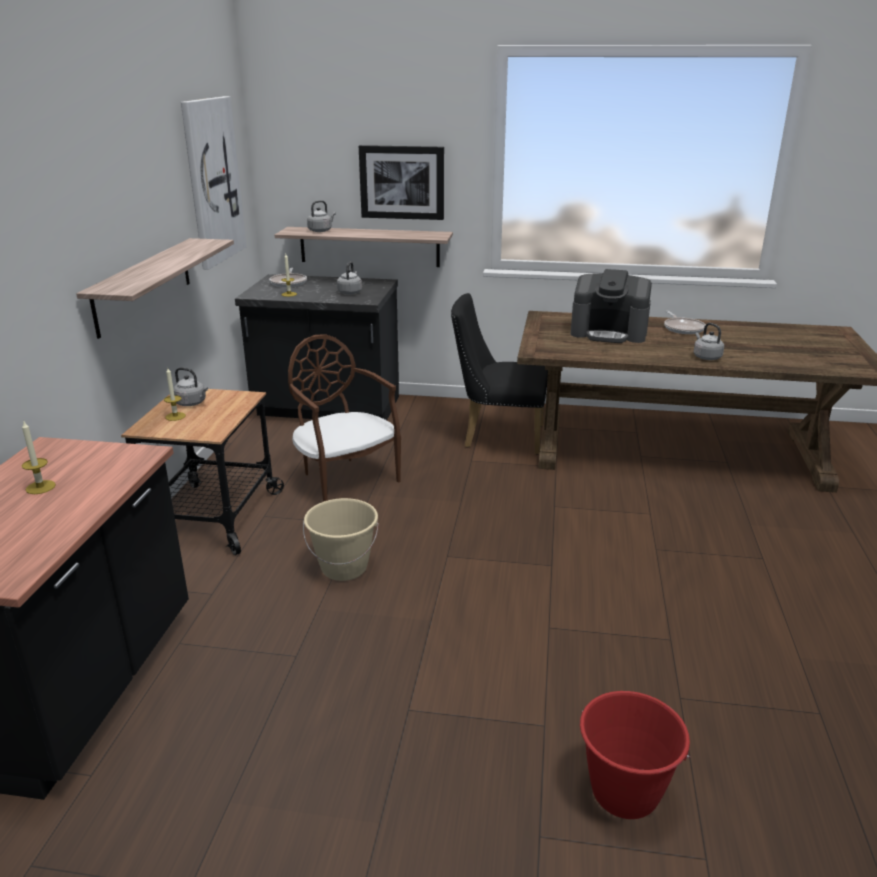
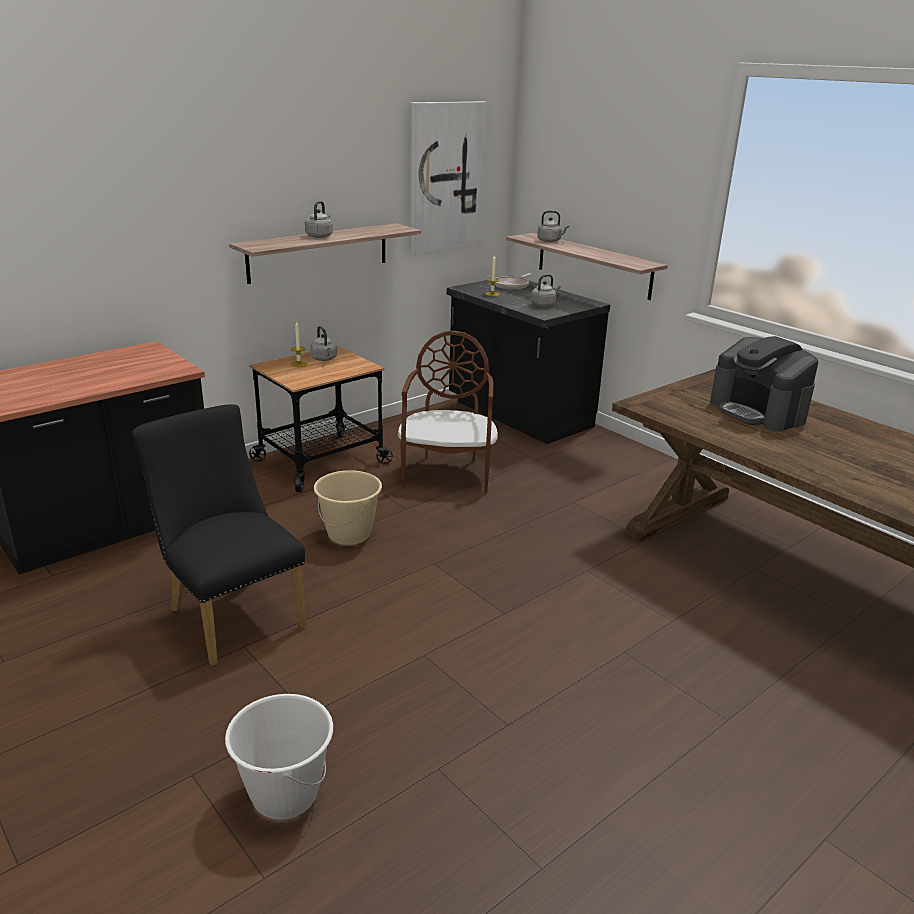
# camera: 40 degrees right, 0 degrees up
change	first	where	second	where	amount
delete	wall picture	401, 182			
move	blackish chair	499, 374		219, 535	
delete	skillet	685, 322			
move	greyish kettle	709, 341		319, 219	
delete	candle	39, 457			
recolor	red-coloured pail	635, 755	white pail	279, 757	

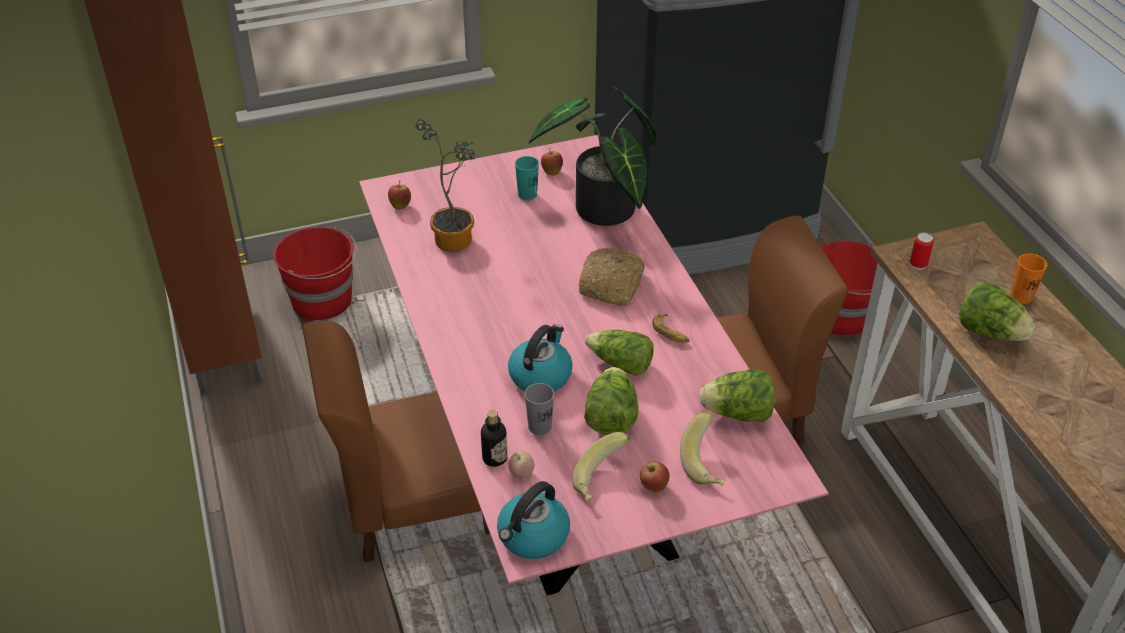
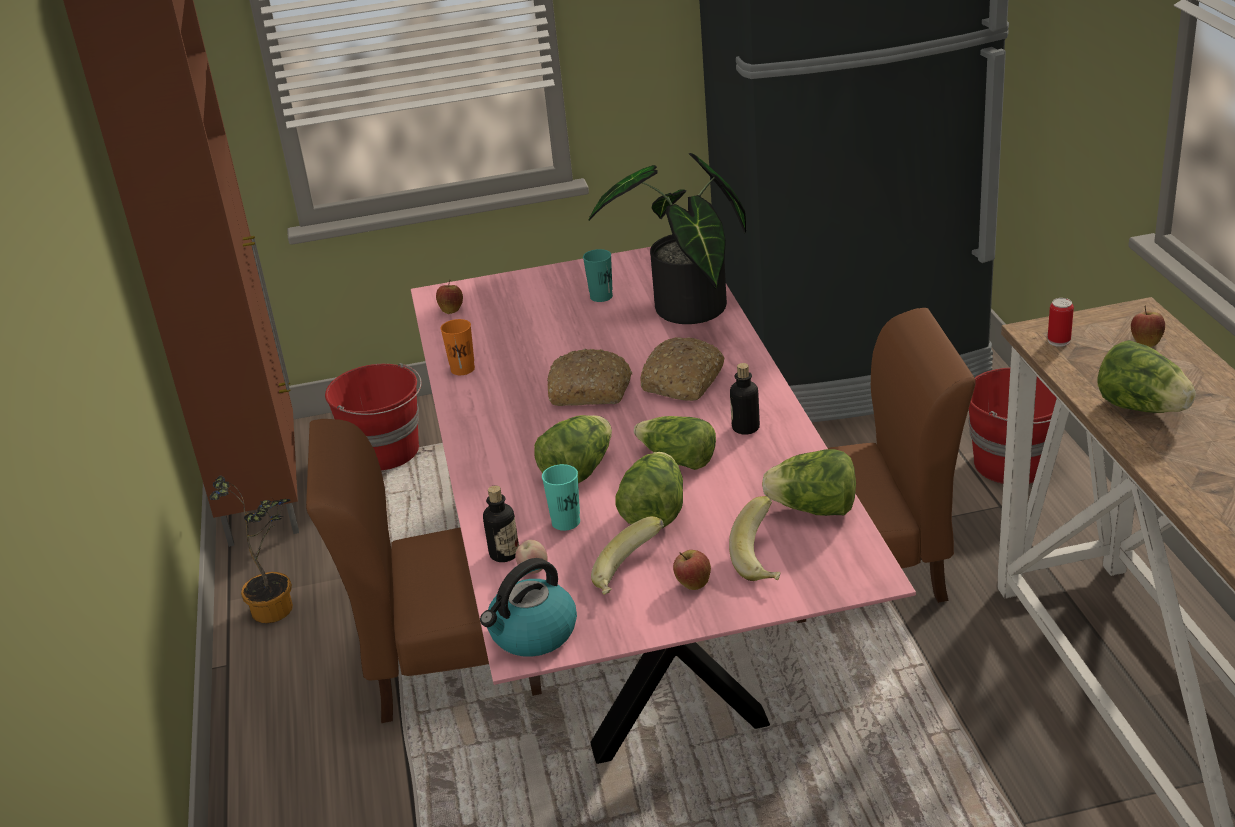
# camera: 10 degrees right, 10 degrees down
change	first	where	second	where	amount
move	plant in a pot	445, 185		251, 549	
move	whole apple	552, 162		1148, 326	
move	orange-coloured cup	1028, 278		457, 347	
replace	banana fruit	670, 328	beverage bottle	745, 399	
replace	kettle	540, 358	head of lettuce	573, 449	
recolor	greyish cup	539, 409	blue-green cup	561, 497	
insert			baked bread	589, 377	

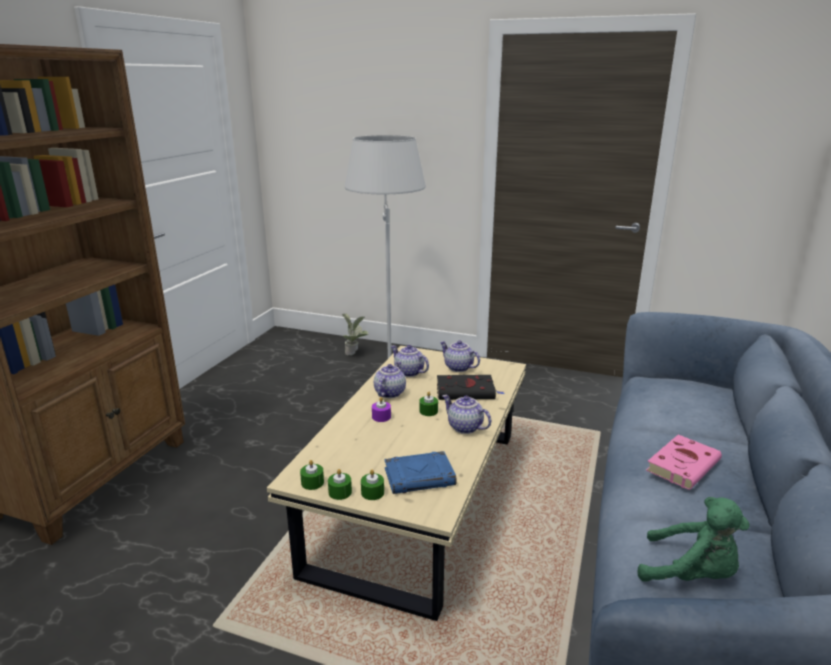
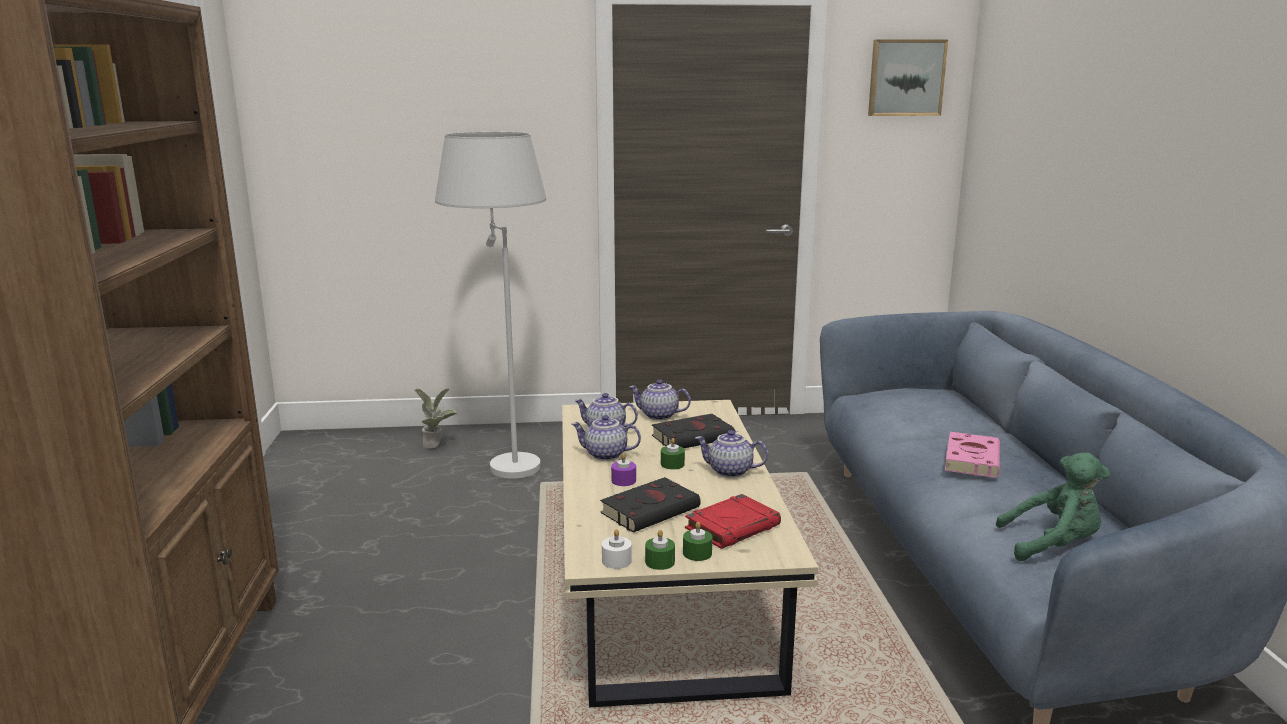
# camera: 25 degrees left, 5 degrees down
change	first	where	second	where	amount
rotate	pot for tea	390, 379		606, 438	75 degrees counterclockwise
recolor	blue-coloured volume	420, 472	red-coloured volume	733, 521	
recolor	green-coloured candle	312, 475	white candle	617, 549	
insert			wall picture	908, 77	
insert			blackish volume	650, 505	

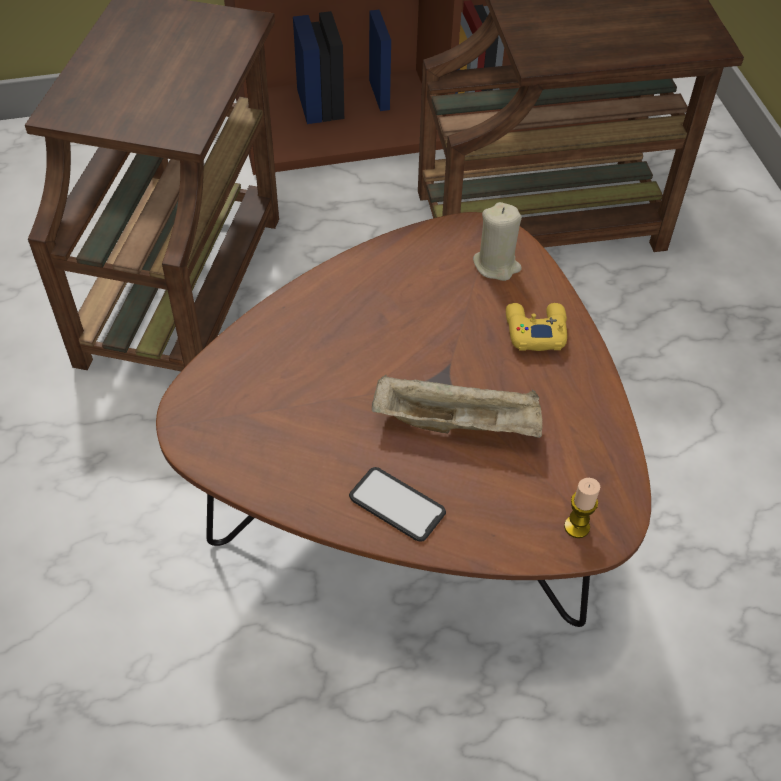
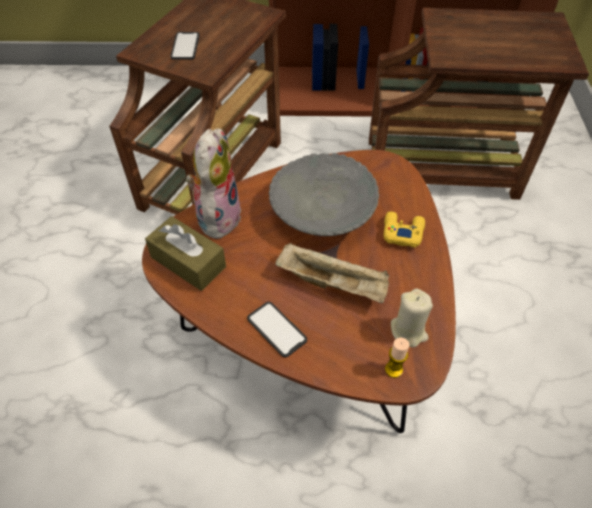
# camera: 15 degrees right, 0 degrees up
change	first	where	second	where	amount
move	beige candle	497, 241		412, 317	
insert			phone	184, 46	
insert			plush toy	213, 185	
insert			greyish deep dish	324, 194	
insert			brownish tissue holder	185, 253	

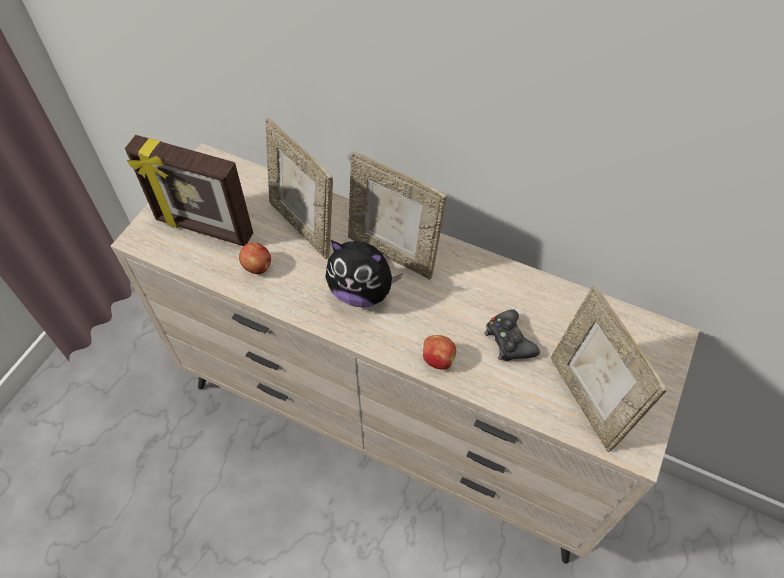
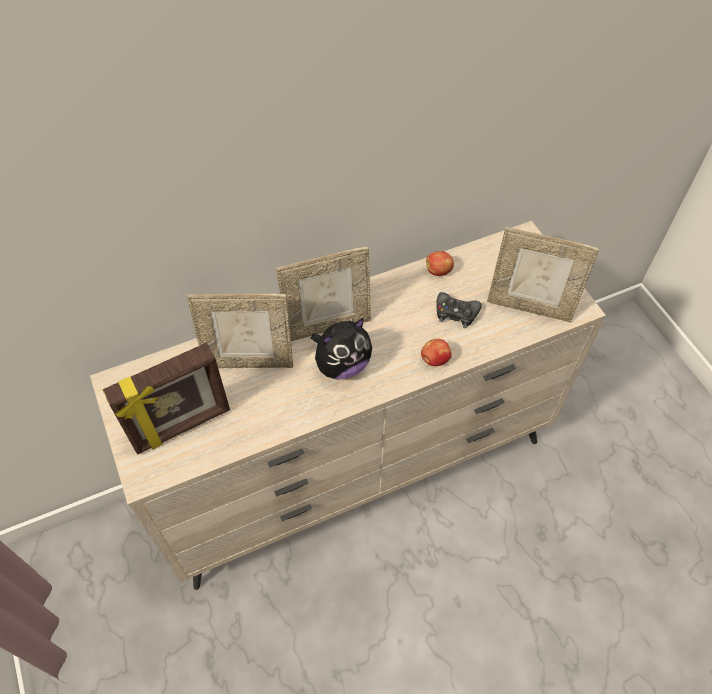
# camera: 50 degrees left, 0 degrees up
change	first	where	second	where	amount
move	whole apple	255, 258		440, 263	

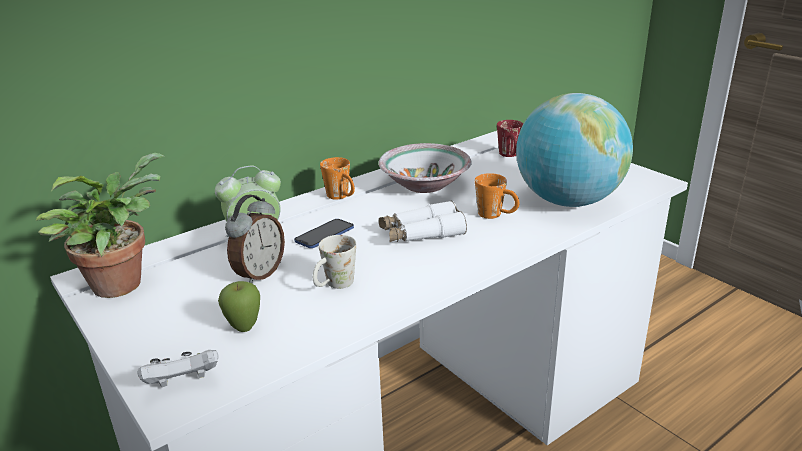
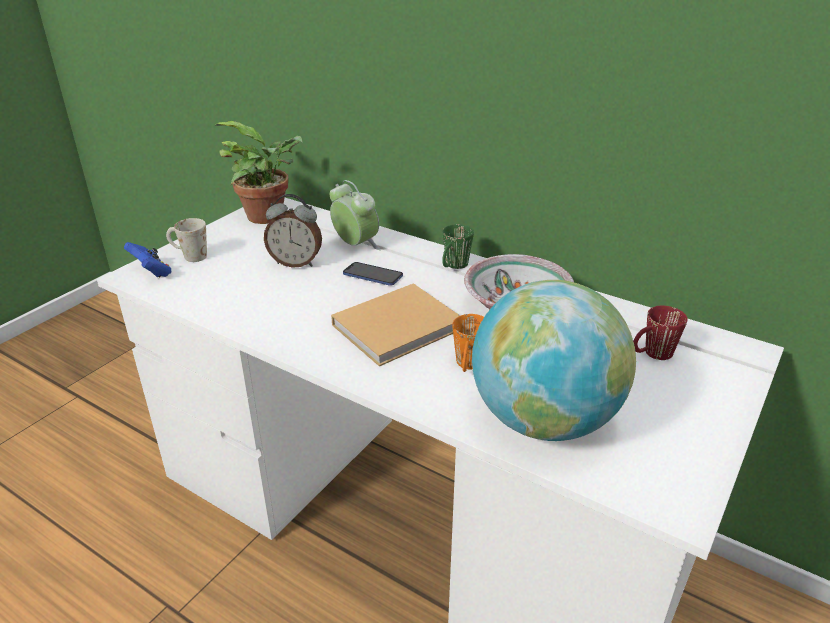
# camera: 70 degrees right, 5 degrees up
change	first	where	second	where	amount
recolor	orange-coloured tea mug	337, 178	green-coloured tea mug	458, 246	
replace	white pair of binoculars	423, 221	beige volume	395, 324	
move	white tea mug	334, 262		186, 240	
delete	whole apple	239, 306			
recolor	white game controller	178, 368	blue-coloured game controller	148, 260	

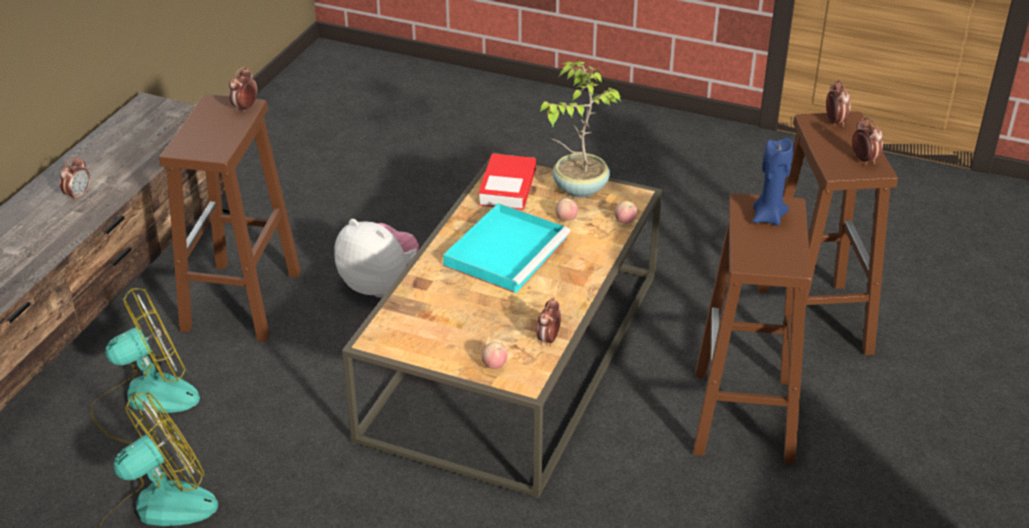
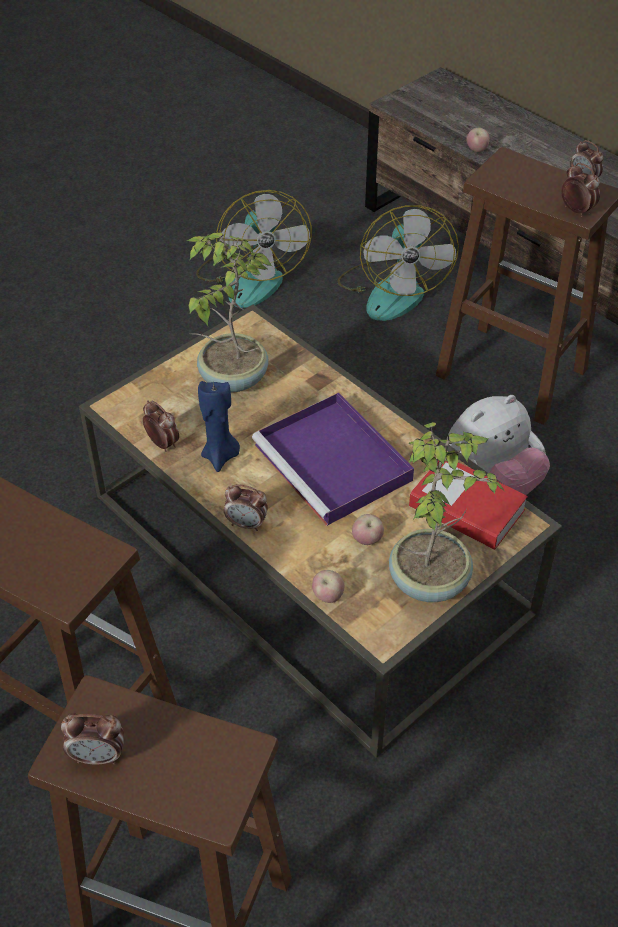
# camera: 115 degrees right, 10 degrees up
change	first	where	second	where	amount
move	alarm clock	838, 103		246, 507	
move	blue-coloured candle	773, 181		219, 426	
recolor	blue-green tray	506, 248	purplish tray	333, 459	
move	whole apple	495, 355		478, 140	
insert			plant in a pot	230, 312	

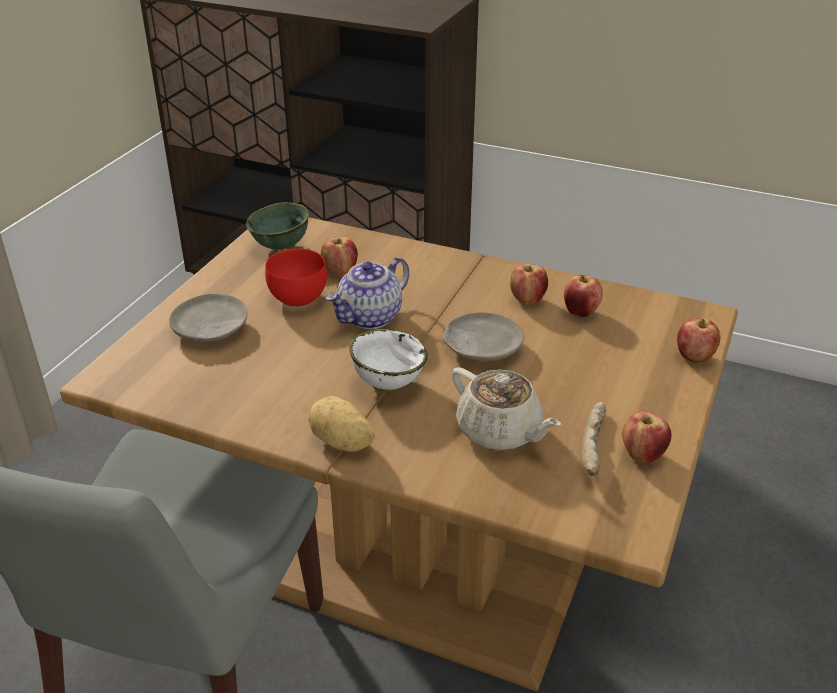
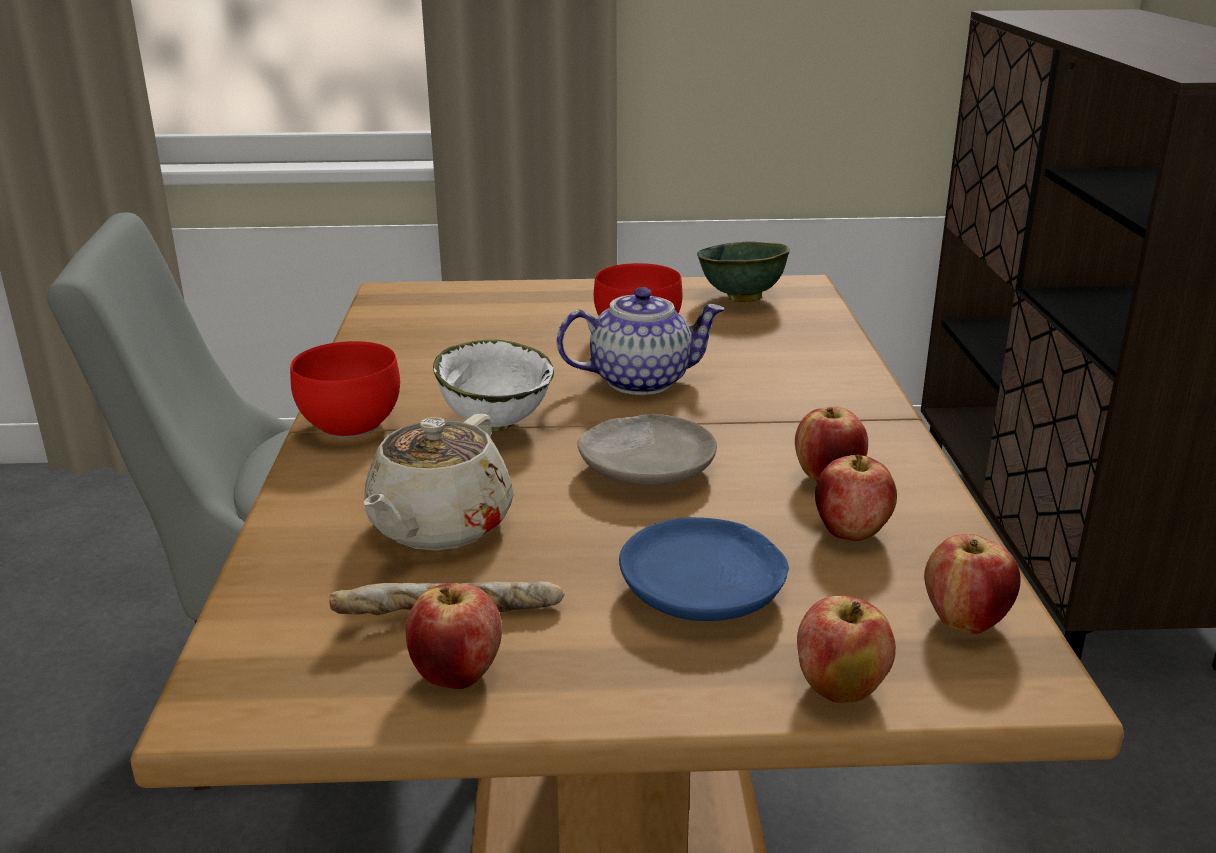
# camera: 65 degrees right, 10 degrees down
change	first	where	second	where	amount
move	whole apple	339, 256		972, 584	
rotate	pot for tea	367, 293		641, 341	150 degrees clockwise
delete	beige plate	208, 318			
replace	spud	342, 424	red-coloured deep dish	345, 389	
insert			blue-coloured plate	704, 569	

